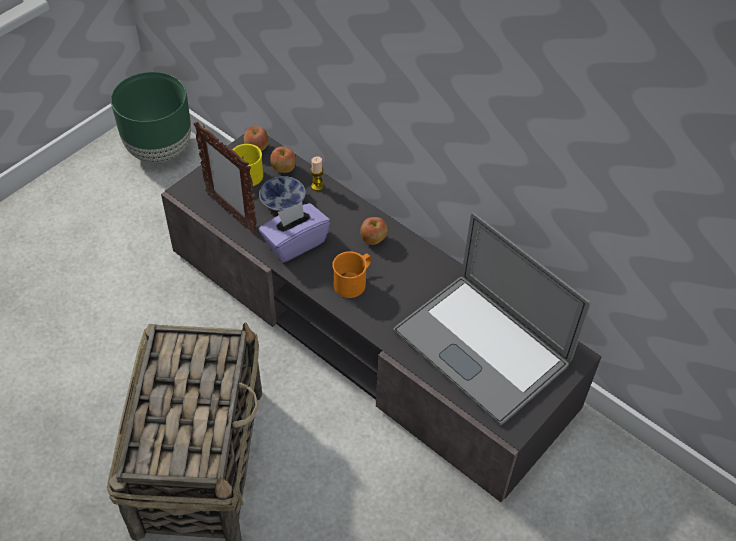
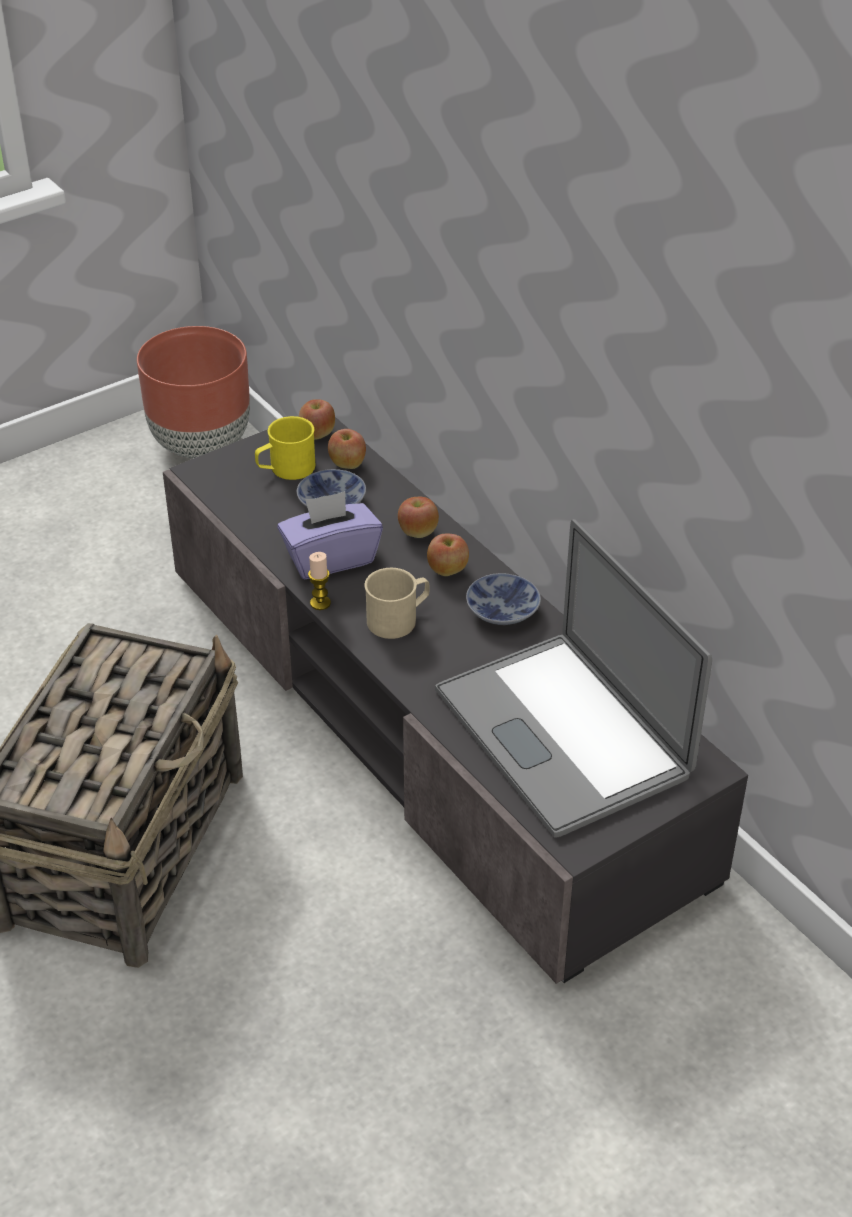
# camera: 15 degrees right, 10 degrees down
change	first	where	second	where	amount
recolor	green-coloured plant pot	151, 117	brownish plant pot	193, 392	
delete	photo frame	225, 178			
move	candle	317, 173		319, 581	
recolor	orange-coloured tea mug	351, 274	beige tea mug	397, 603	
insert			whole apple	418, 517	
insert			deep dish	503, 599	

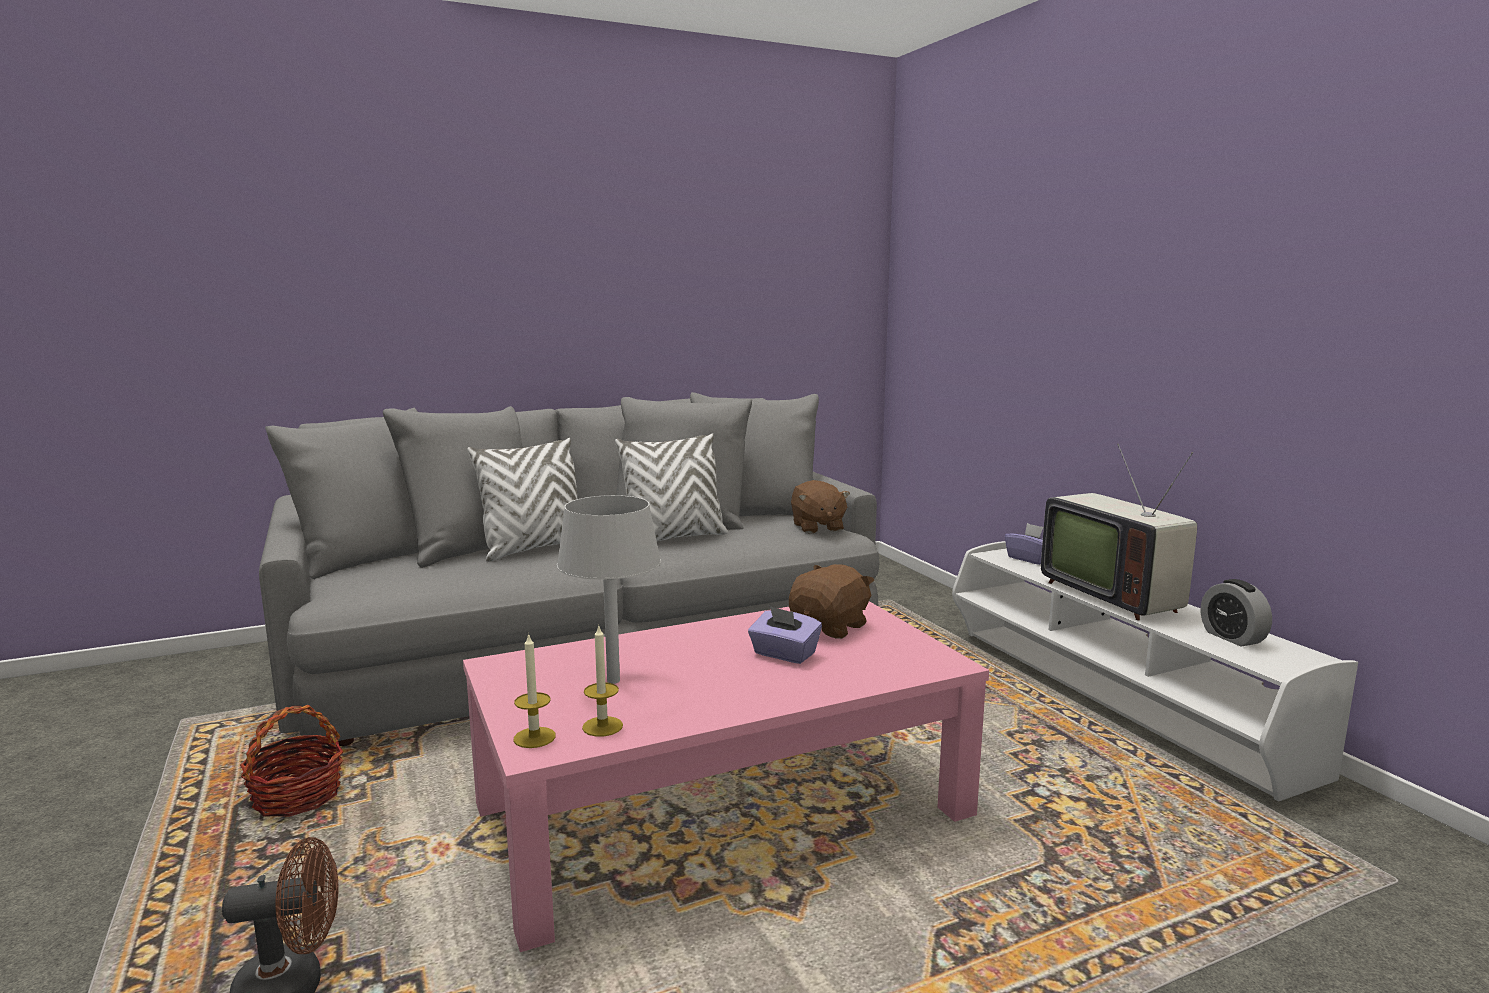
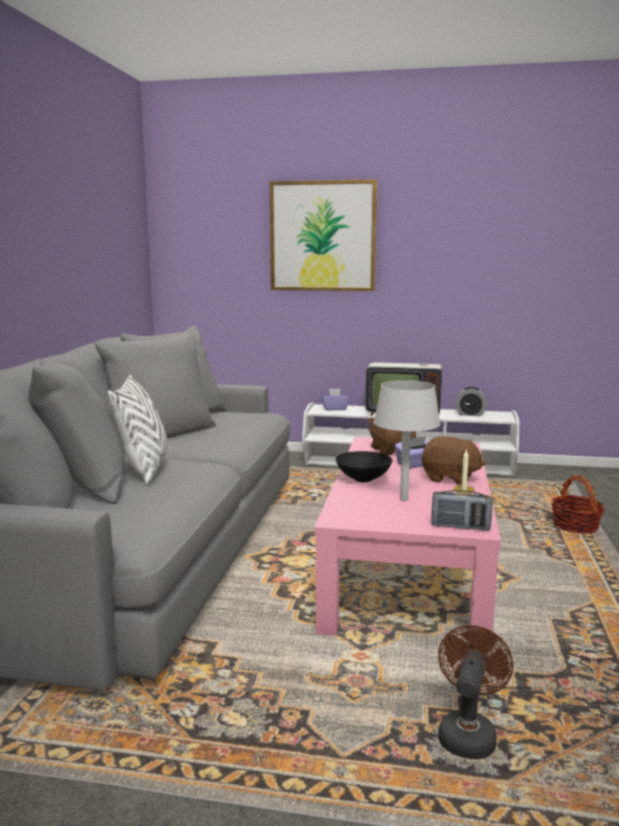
# camera: 55 degrees left, 0 degrees up
change	first	where	second	where	amount
delete	white throw pillow	671, 487			
move	brownish plush toy	820, 506		453, 460	
replace	candle	535, 690	radio set	462, 510	
move	storage basket	291, 761		577, 504	
insert			wall picture	323, 235	
insert			blackish deep dish	364, 466	

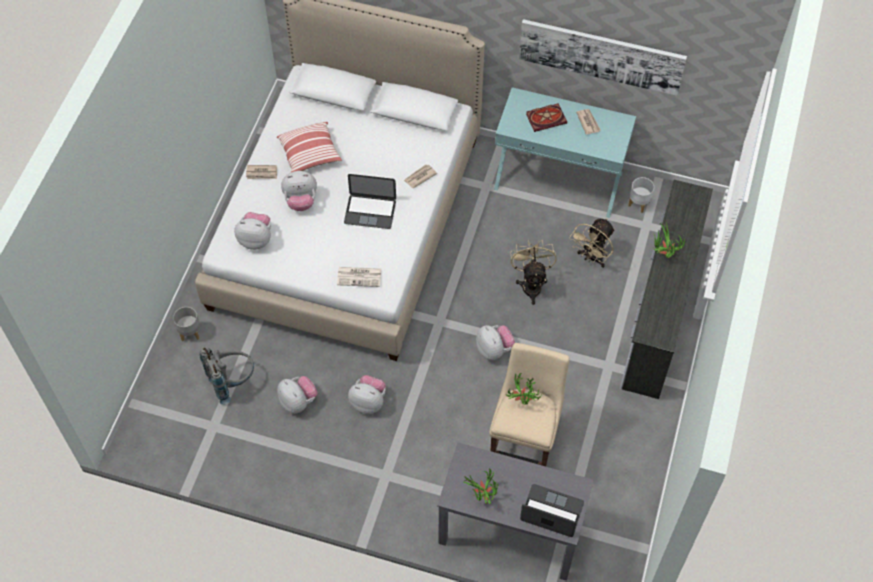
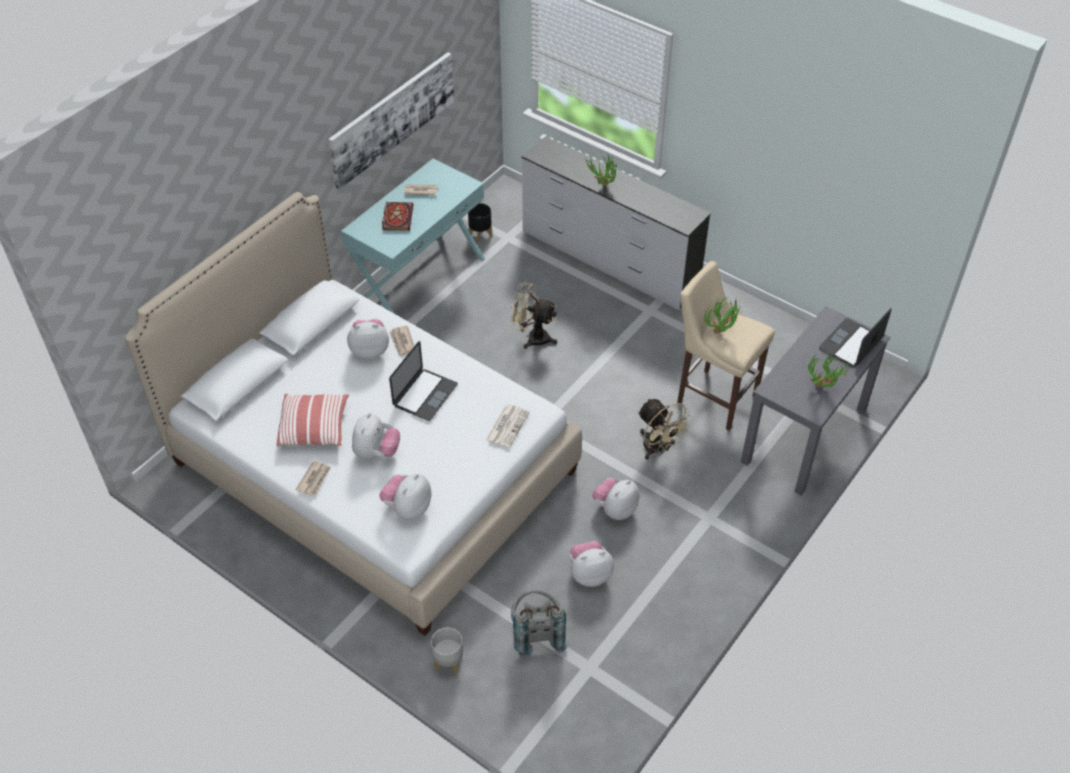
# camera: 70 degrees left, 10 degrees down
change	first	where	second	where	amount
recolor	white plant pot	641, 195	blackish plant pot	480, 222	
move	beige fan	592, 243		665, 428	
move	plush toy	495, 342		368, 339	

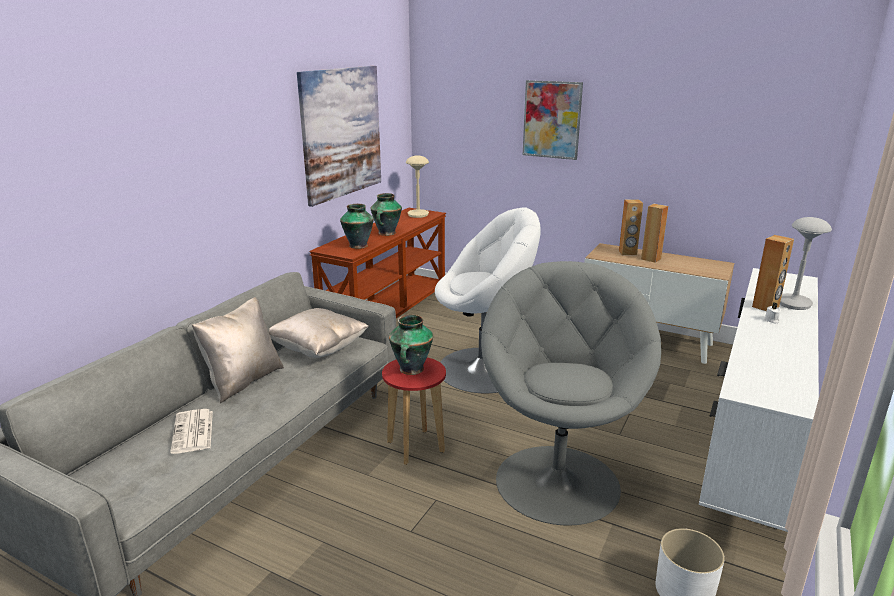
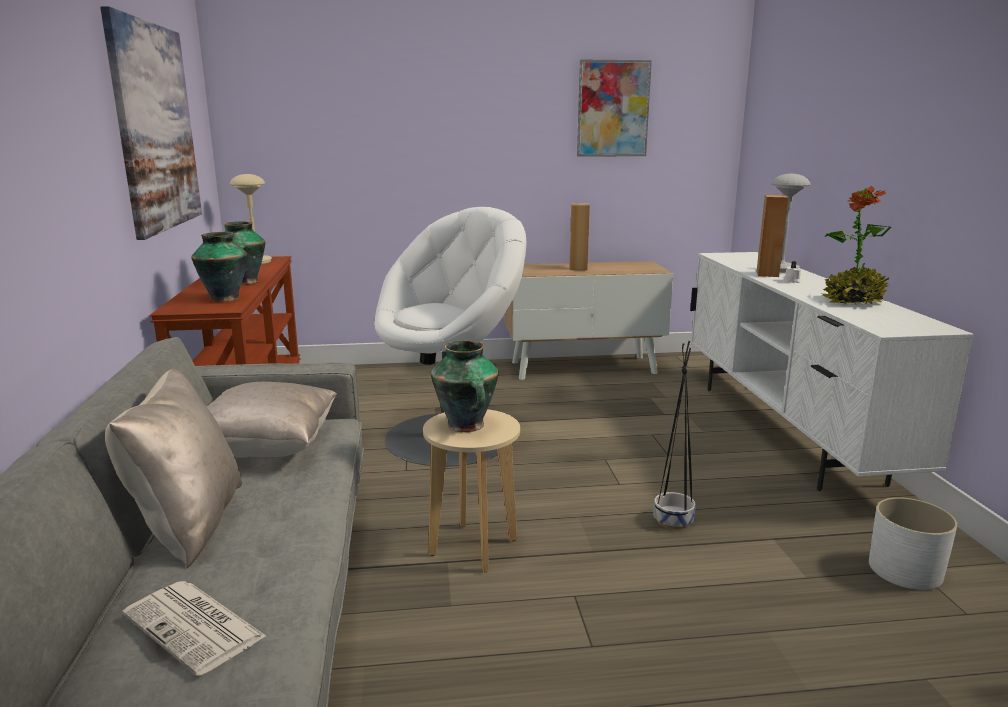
# camera: 35 degrees left, 5 degrees down
change	first	where	second	where	amount
move	wall picture	553, 120		614, 108	
delete	brownish loudspeaker	631, 227			
replace	greyish lounge chair	571, 393	blackish plant pot	674, 435	
recolor	red-coloured sitting stool	414, 411	beige sitting stool	471, 490	
insert			plant in a pot	856, 245	

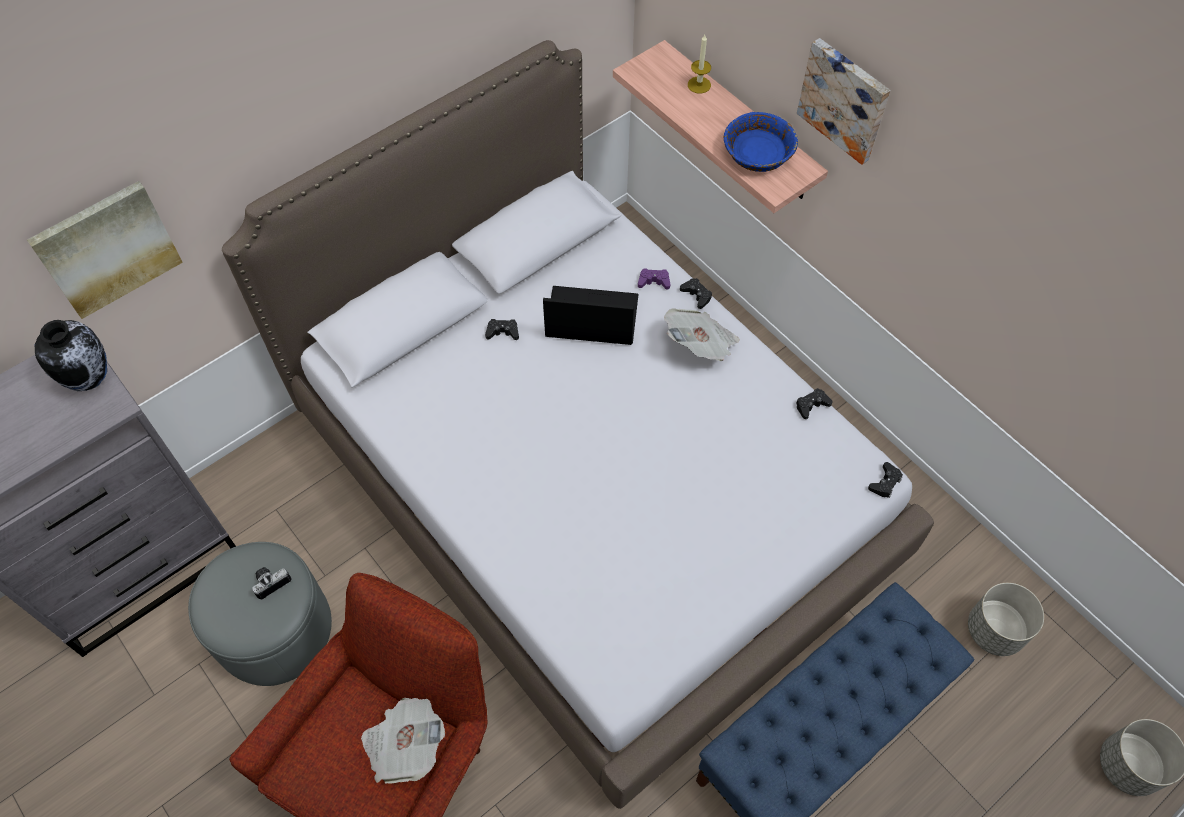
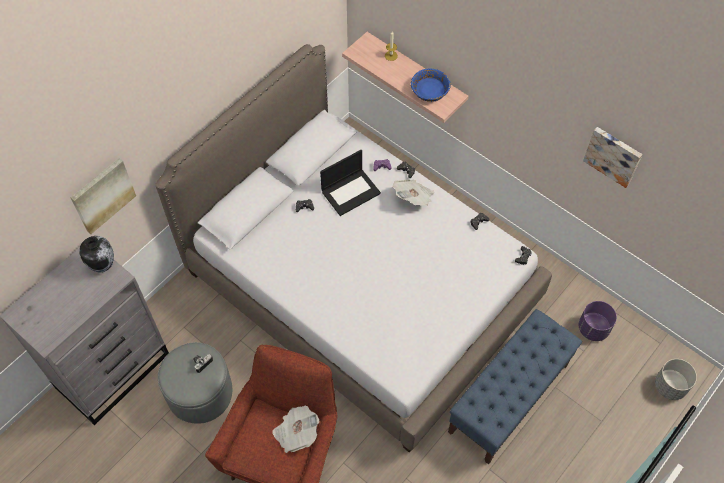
# camera: 10 degrees left, 0 degrees up
change	first	where	second	where	amount
move	wall picture	843, 101		612, 157	
rotate	portable computer	590, 315		350, 183	150 degrees clockwise
recolor	greyish plant pot	1006, 619	purplish plant pot	597, 321	

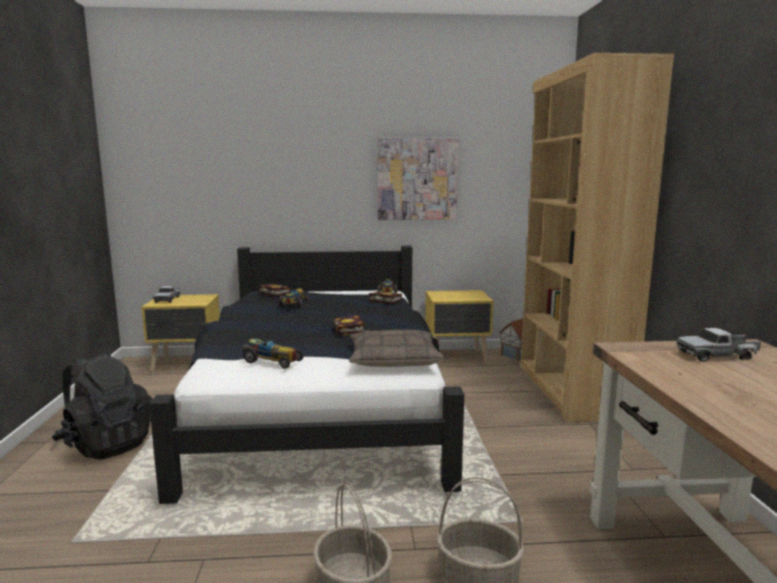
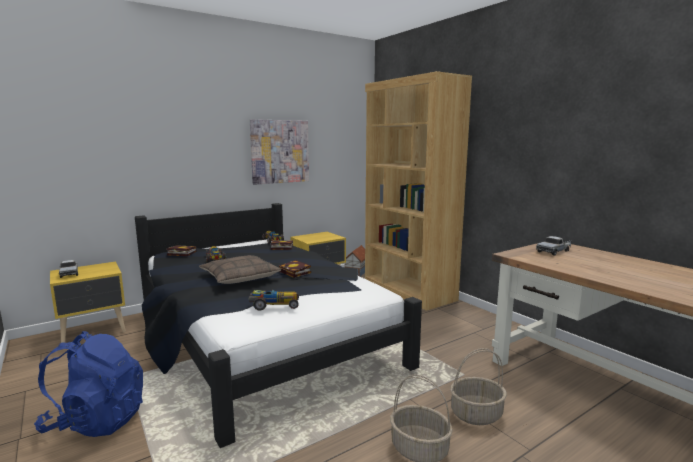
# camera: 30 degrees left, 0 degrees up
change	first	where	second	where	amount
move	throw pillow	397, 348		240, 269	
recolor	blackish rucksack	102, 406	blue-coloured rucksack	88, 384	

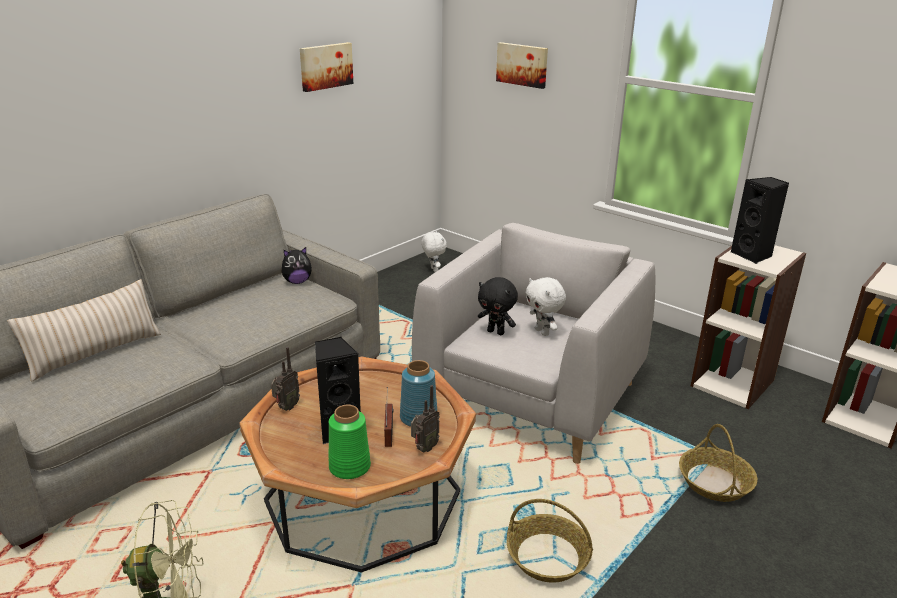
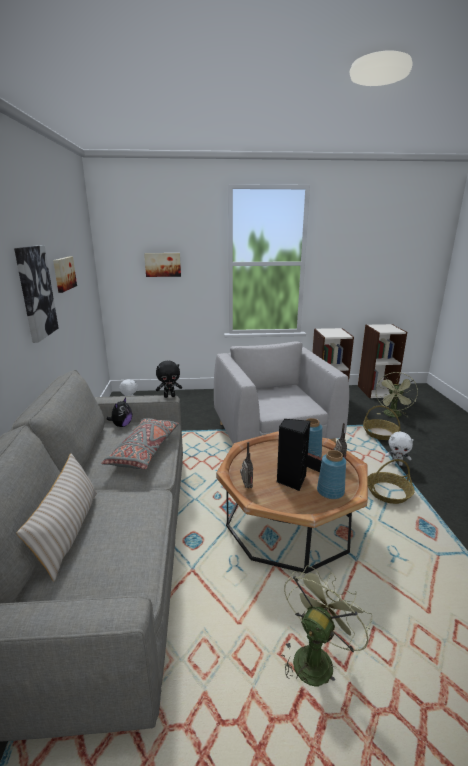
# camera: 45 degrees left, 5 degrees down
change	first	where	second	where	amount
delete	blackish loudspeaker	760, 220			
move	blackish plush toy	498, 306		169, 379	
move	white plush toy	546, 306		399, 449	
recolor	green-coloured flower vase	349, 442	blue-coloured flower vase	331, 474	
insert			wall picture	36, 294	
insert			green-coloured fan	397, 394	
insert			greyish throw pillow	140, 444	

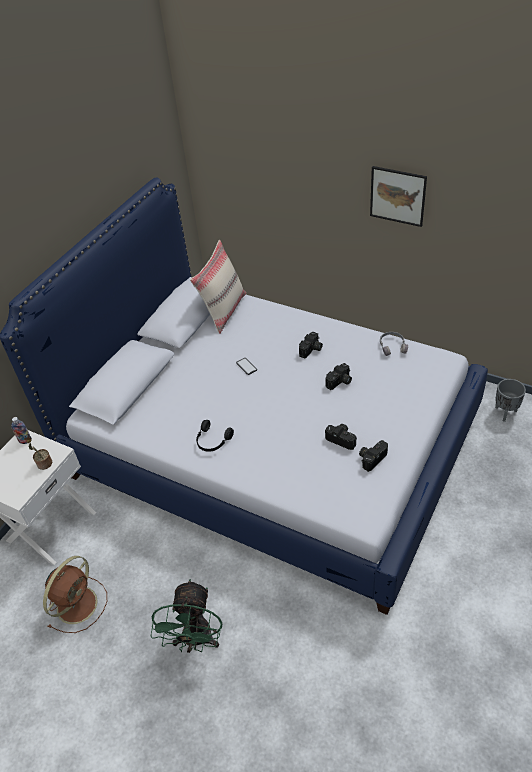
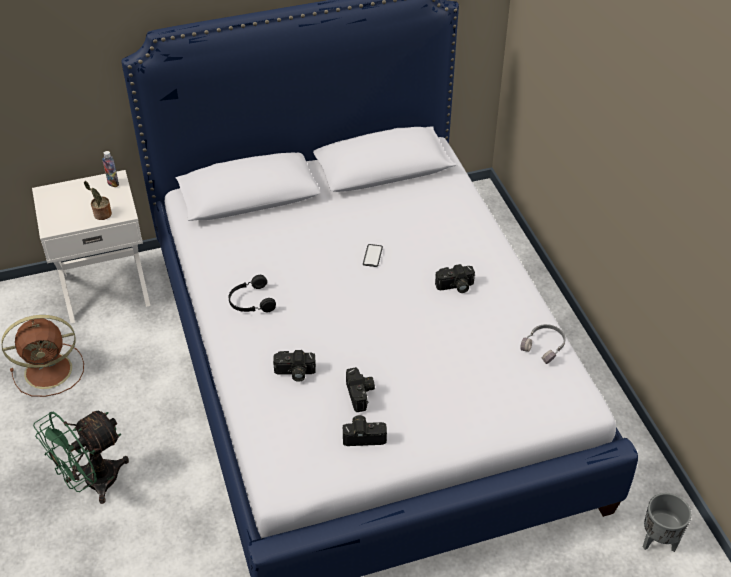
# camera: 40 degrees right, 0 degrees up
change	first	where	second	where	amount
delete	wall picture	398, 196			
delete	beige throw pillow	218, 287			
move	photo camera	338, 376		294, 366	

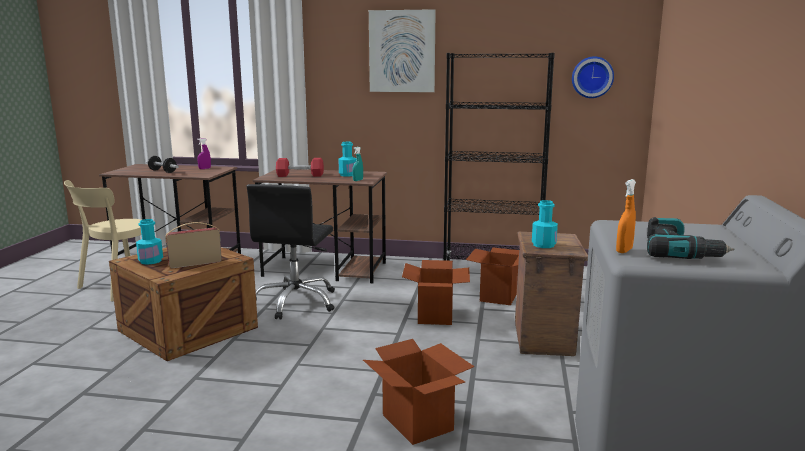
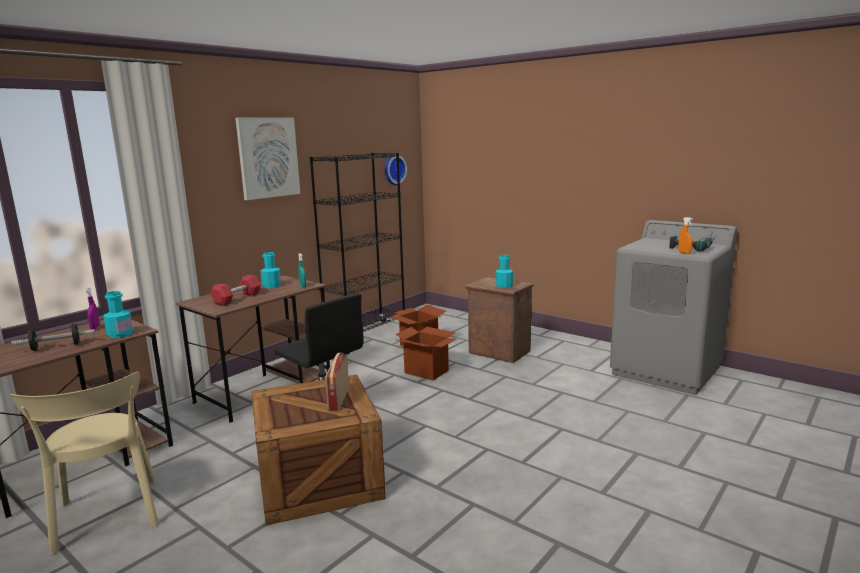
# camera: 60 degrees left, 0 degrees up
change	first	where	second	where	amount
move	blue-green beverage bottle	149, 242		118, 314	
delete	carton	418, 392			

